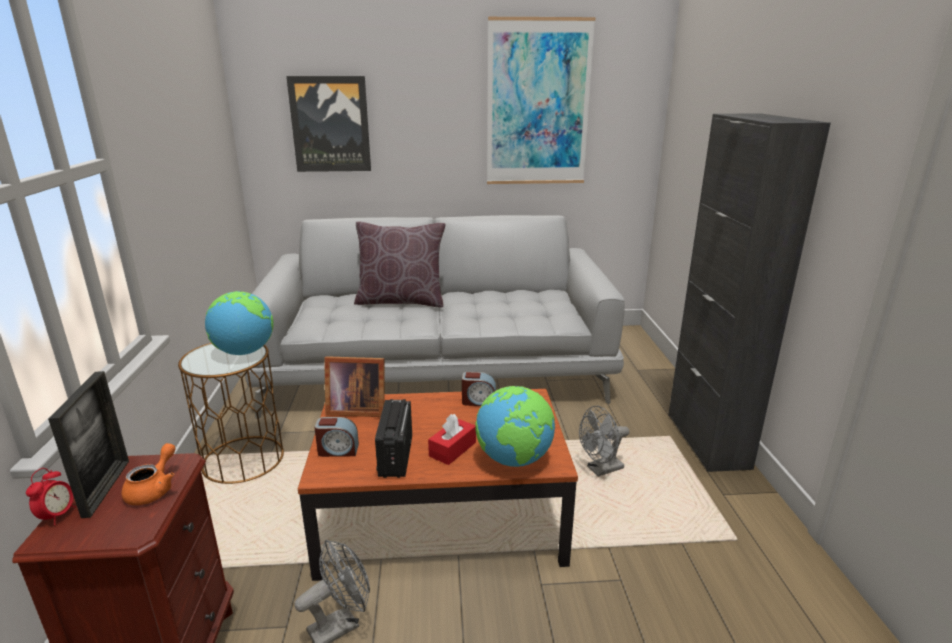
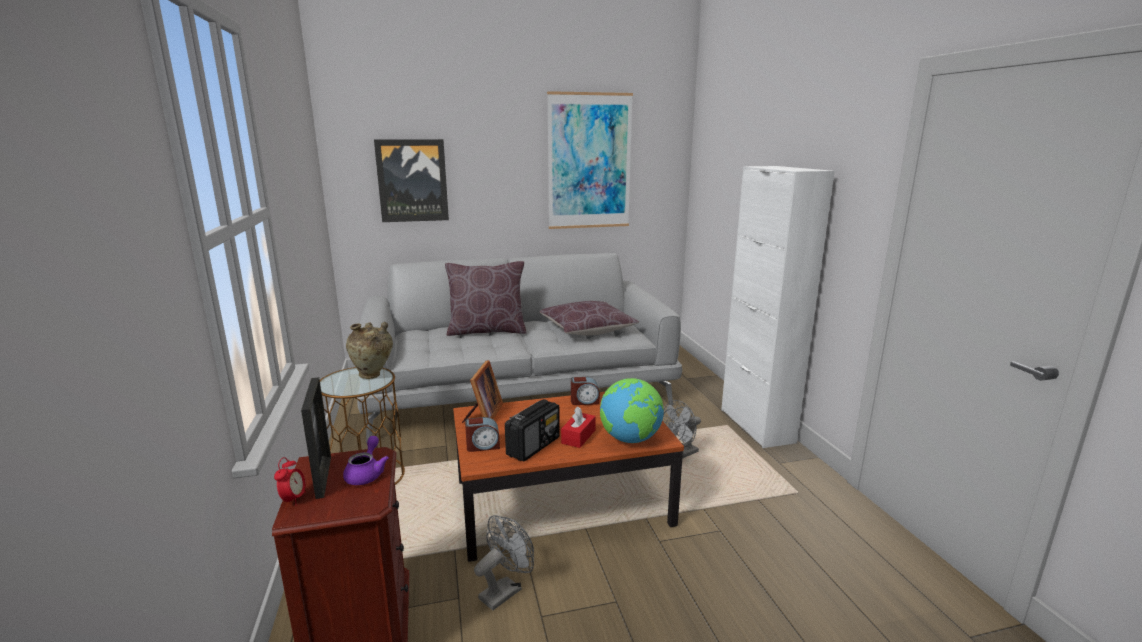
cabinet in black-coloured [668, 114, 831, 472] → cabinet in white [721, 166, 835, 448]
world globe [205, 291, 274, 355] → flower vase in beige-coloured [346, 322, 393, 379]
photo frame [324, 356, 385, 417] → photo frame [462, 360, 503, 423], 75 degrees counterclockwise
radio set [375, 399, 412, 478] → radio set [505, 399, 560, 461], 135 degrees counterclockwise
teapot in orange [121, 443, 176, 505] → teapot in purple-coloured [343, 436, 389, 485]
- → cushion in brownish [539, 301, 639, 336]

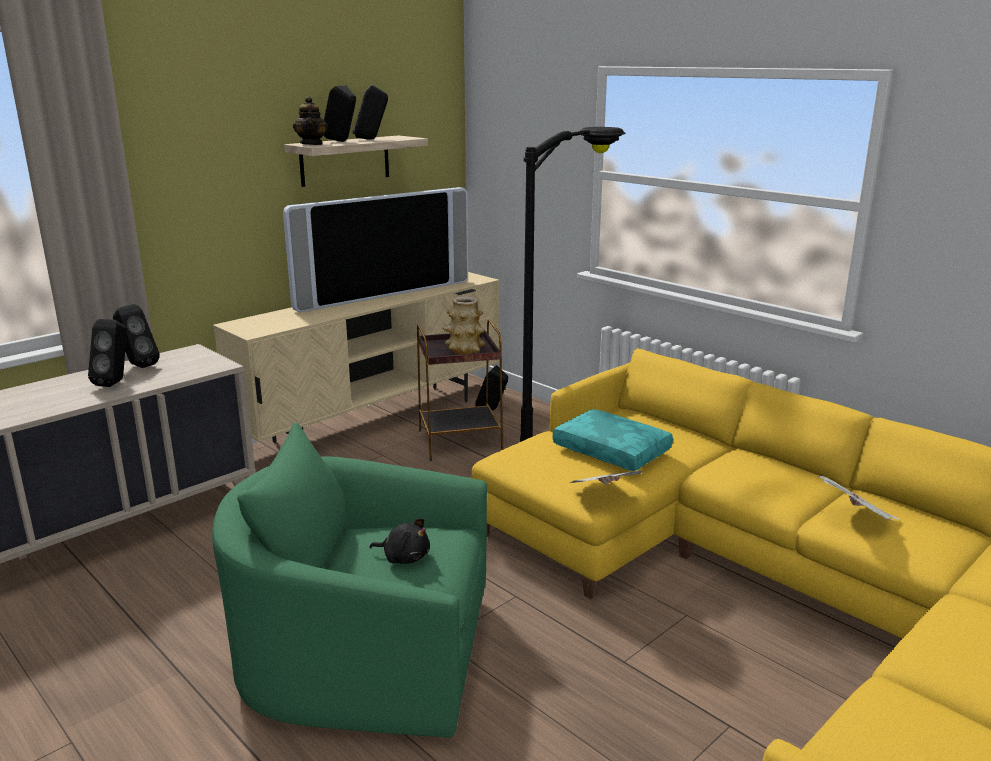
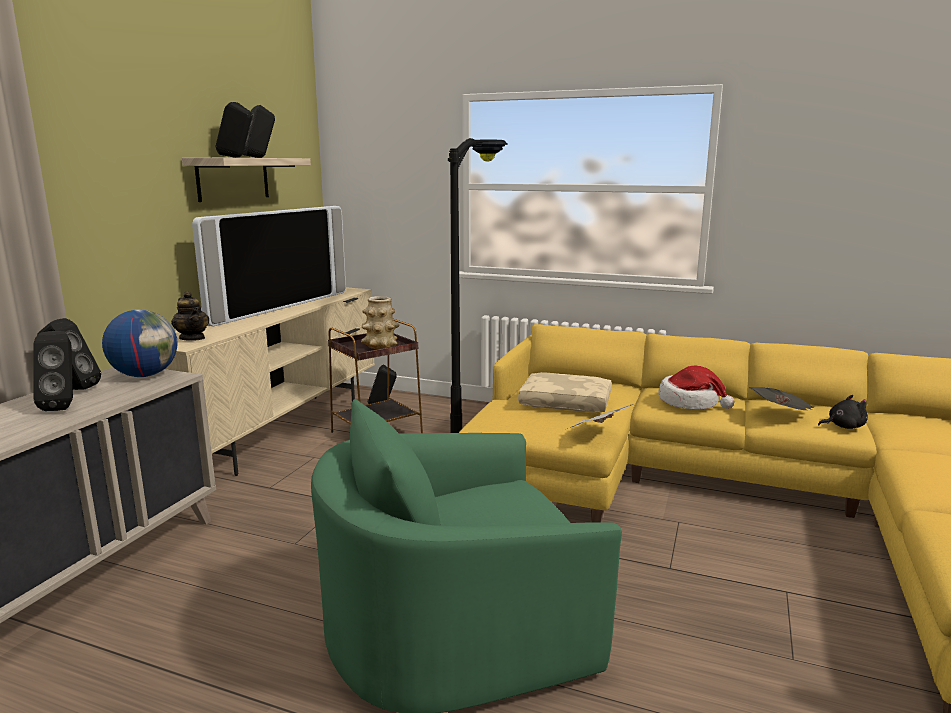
teapot [293, 96, 328, 145] → teapot [171, 291, 209, 341], moved
cushion in turquoise [553, 409, 673, 471] → cushion in beige-coloured [518, 372, 612, 412]
plush toy in black-coloured [369, 518, 430, 564] → plush toy in black-coloured [818, 395, 868, 429], moved
- → world globe [102, 310, 178, 377]
- → clothing hat [658, 366, 735, 409]

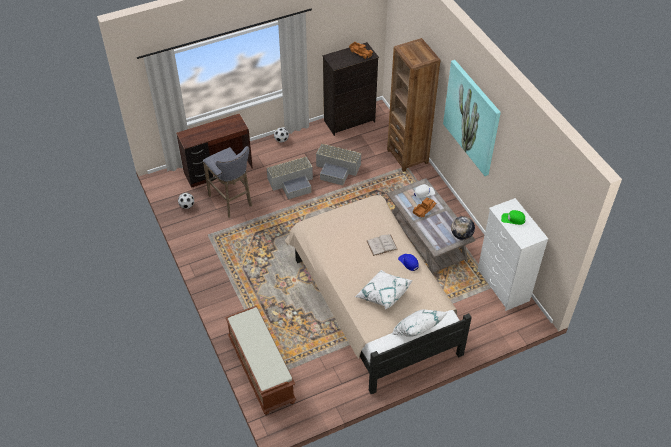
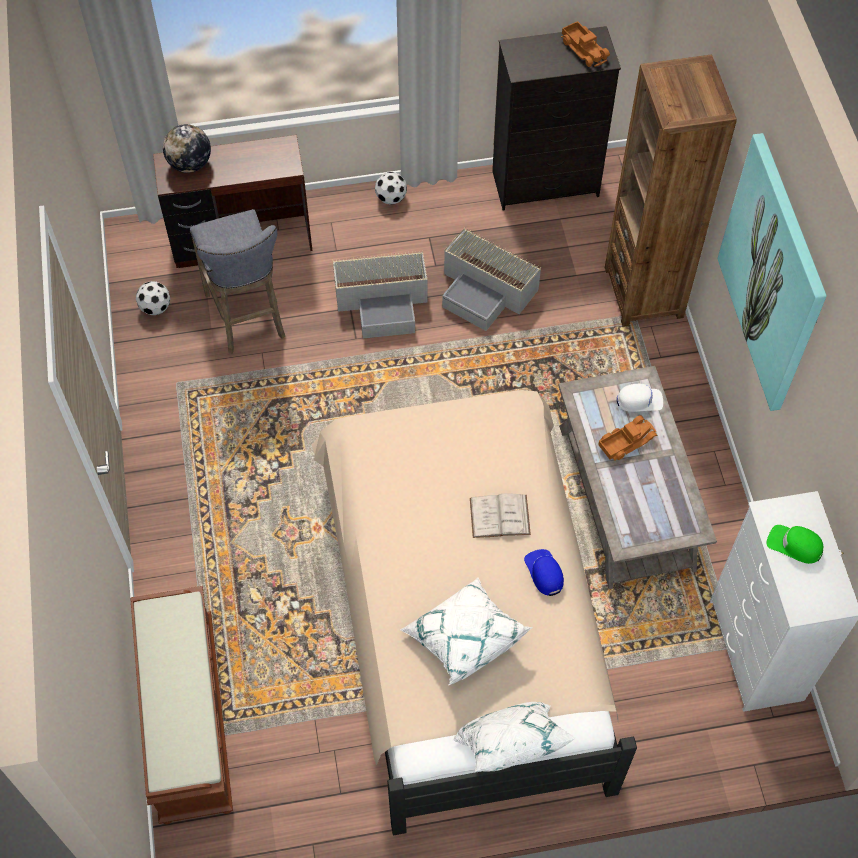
world globe [451, 216, 475, 240] → world globe [163, 124, 211, 173], moved

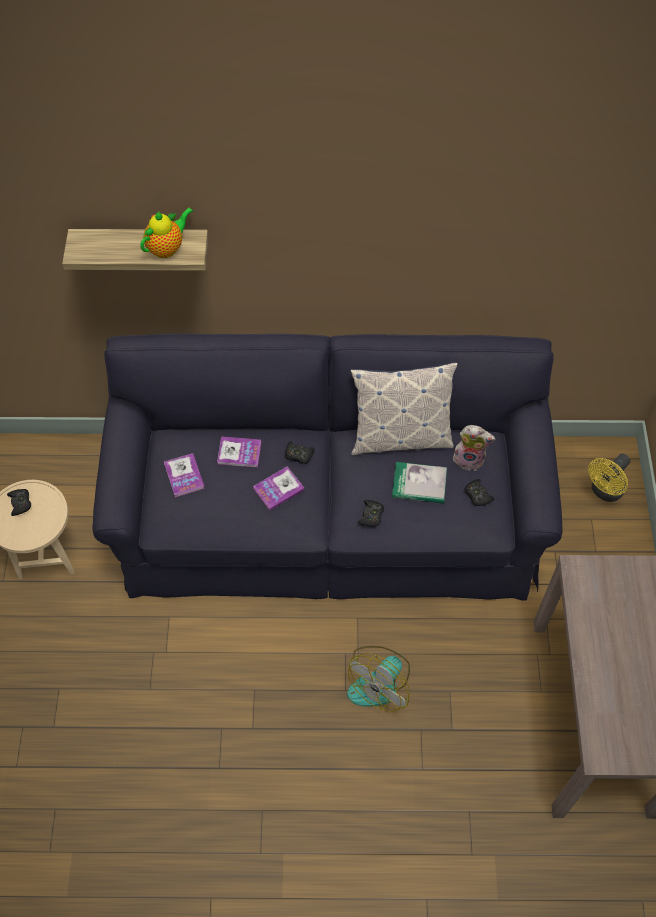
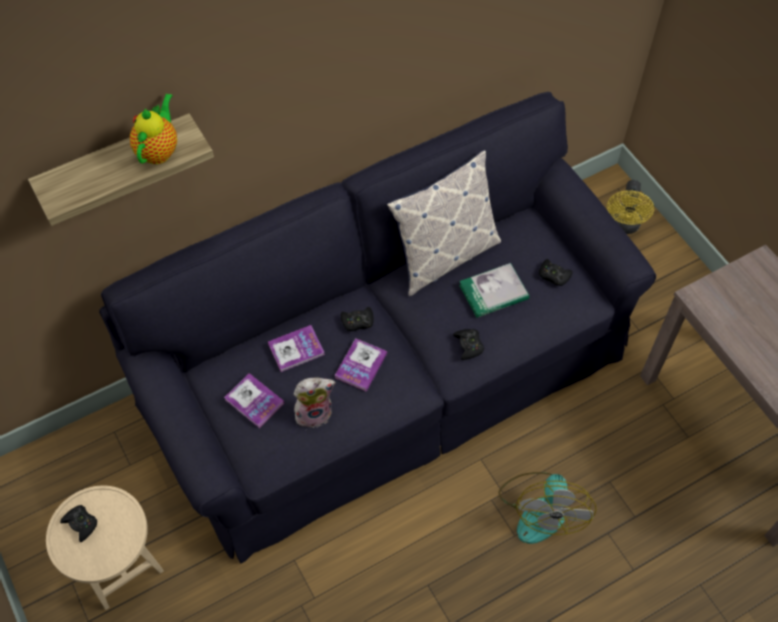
plush toy [453, 425, 495, 470] → plush toy [294, 378, 336, 428], moved

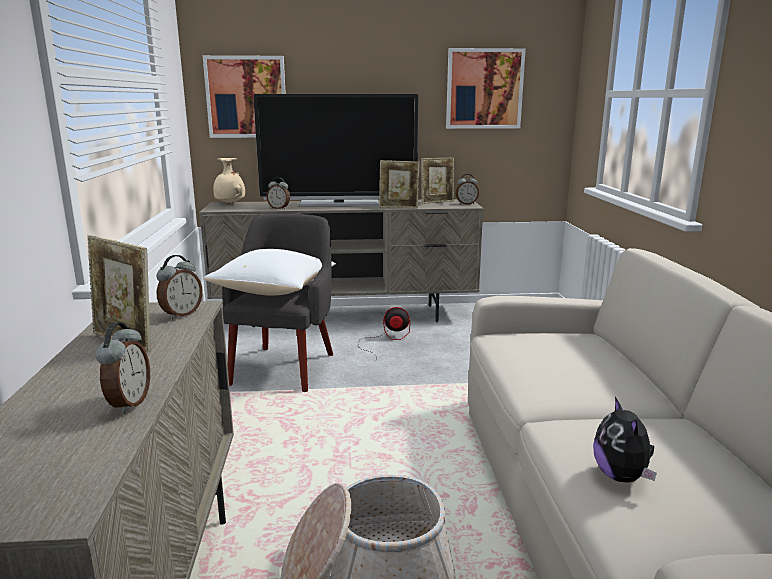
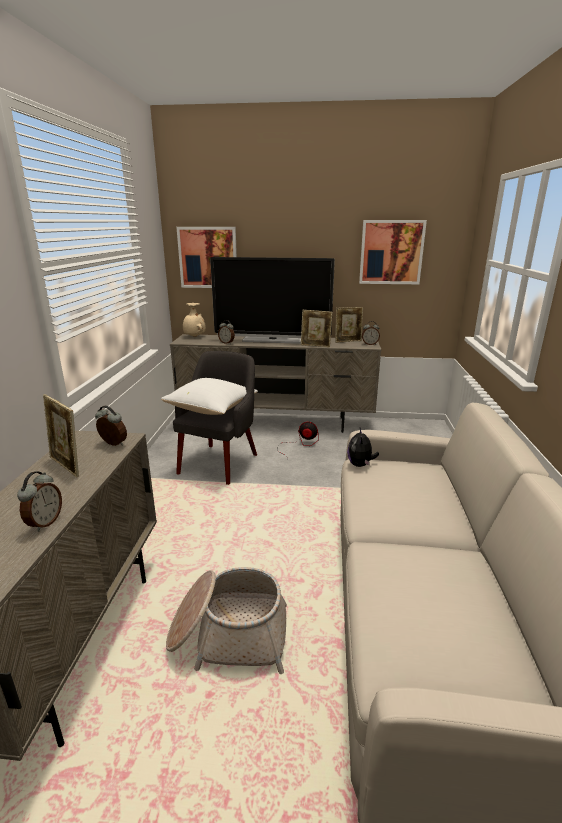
bedside clock [157, 255, 203, 319] → bedside clock [95, 406, 127, 446], 105 degrees counterclockwise
plush toy [593, 397, 657, 483] → plush toy [347, 428, 379, 467], moved

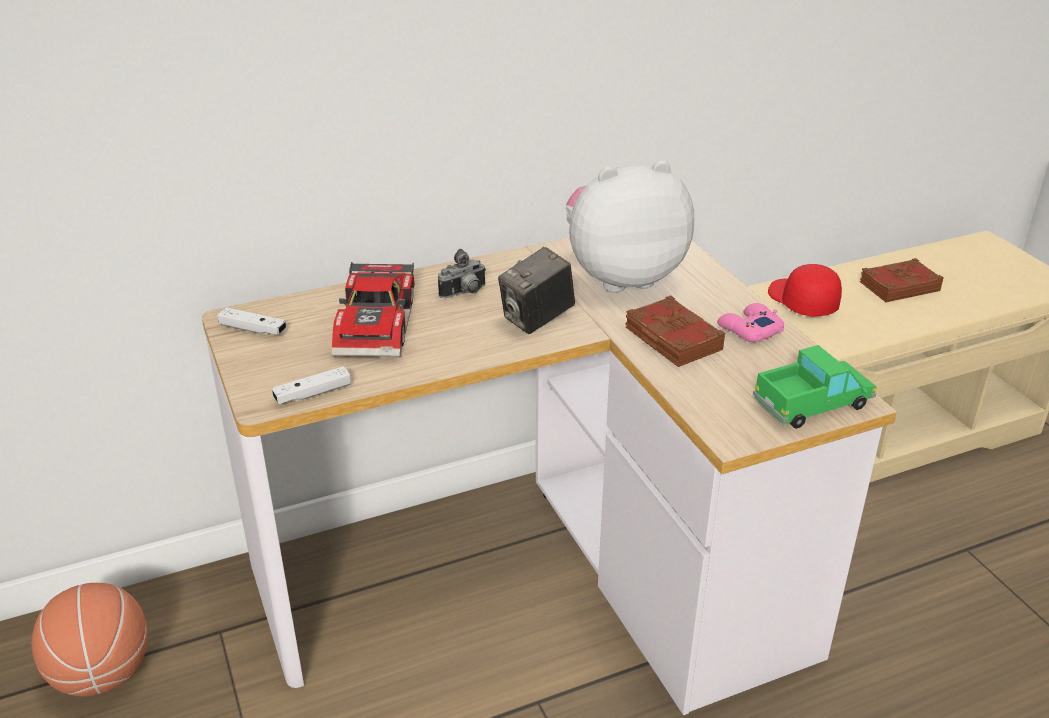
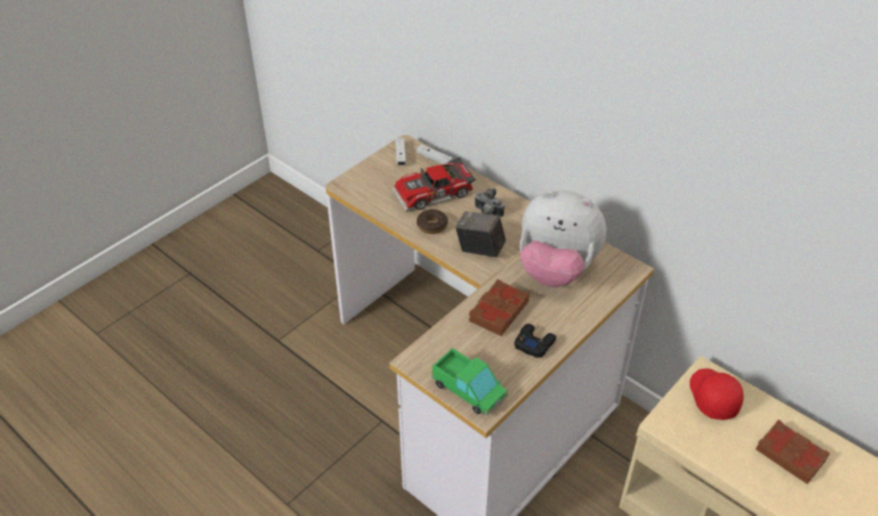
plush toy [566, 160, 694, 293] → plush toy [520, 190, 606, 287], 150 degrees clockwise
baseball cap in red-coloured [768, 264, 842, 317] → baseball cap in red-coloured [690, 368, 744, 420], 45 degrees counterclockwise
joypad in pink [717, 303, 784, 342] → joypad in black-coloured [514, 324, 556, 358]
joypad in white [272, 366, 351, 404] → joypad in white [416, 144, 453, 165], moved
basketball ball [32, 583, 148, 696] → -
- → donut [417, 209, 448, 234]

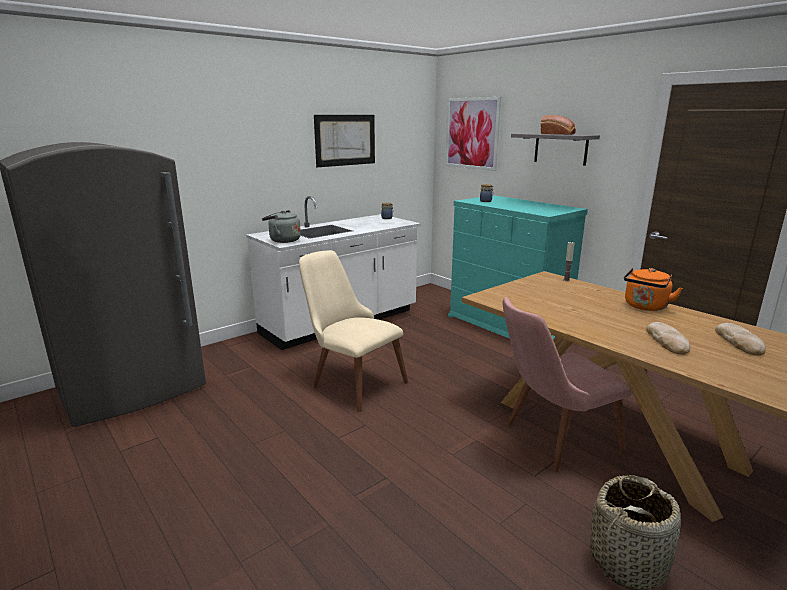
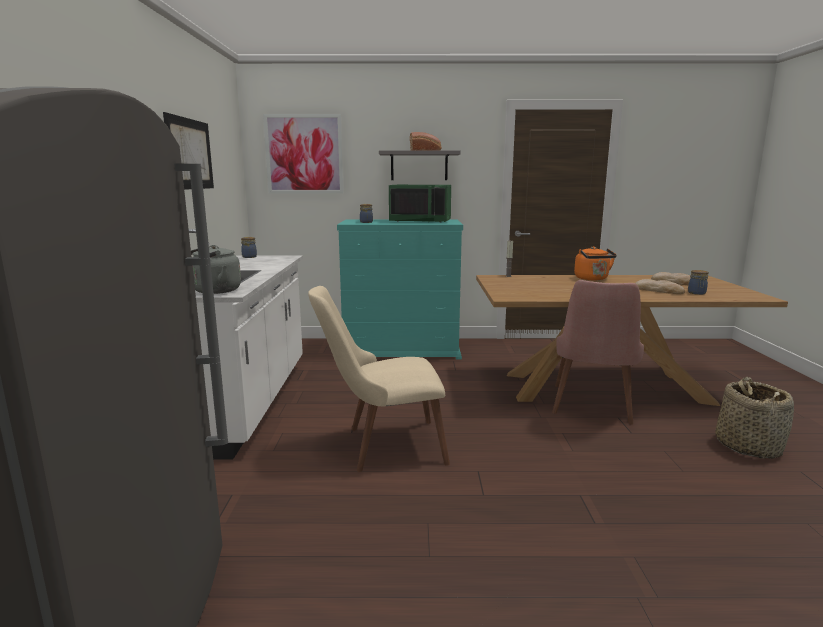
- → microwave in green [389, 185, 451, 223]
- → storage jar [688, 270, 709, 295]

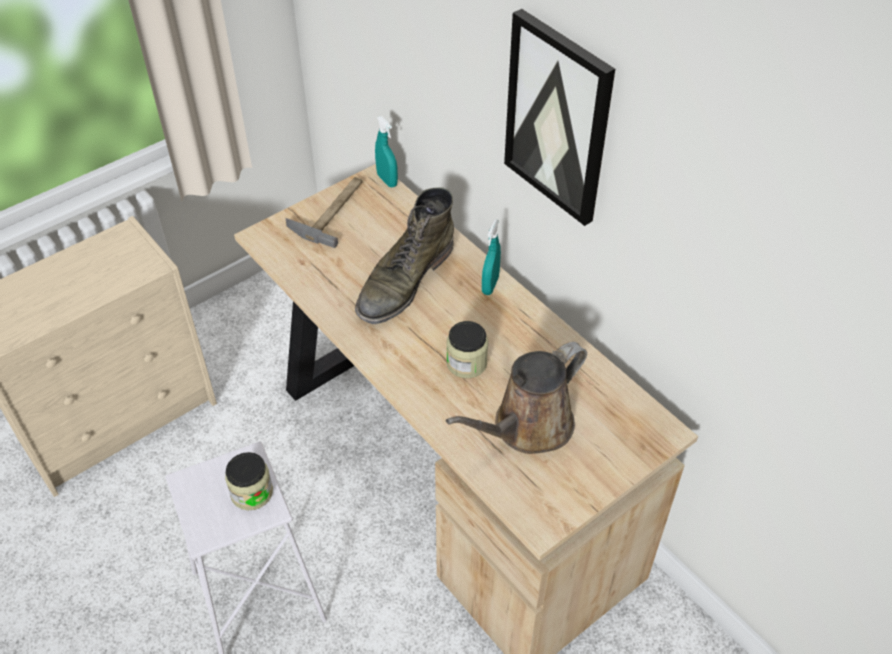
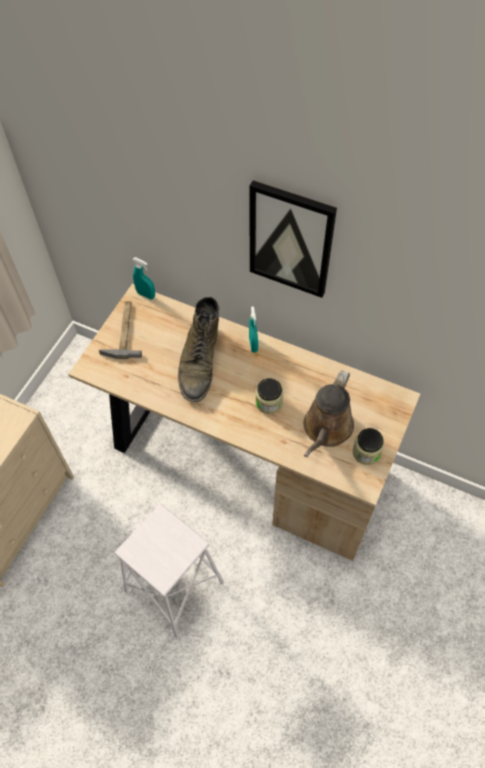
storage jar [225, 452, 273, 510] → storage jar [353, 428, 384, 465], moved

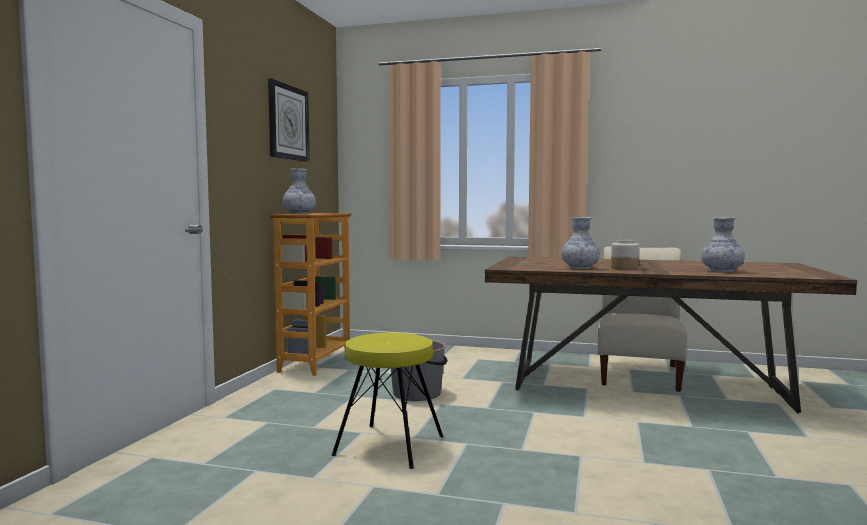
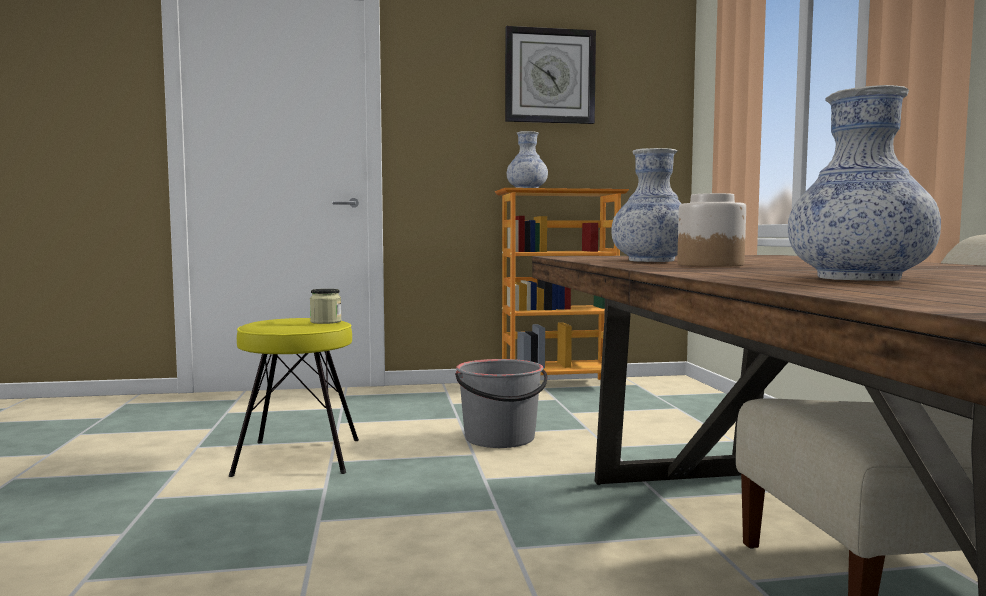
- → storage jar [310, 289, 342, 324]

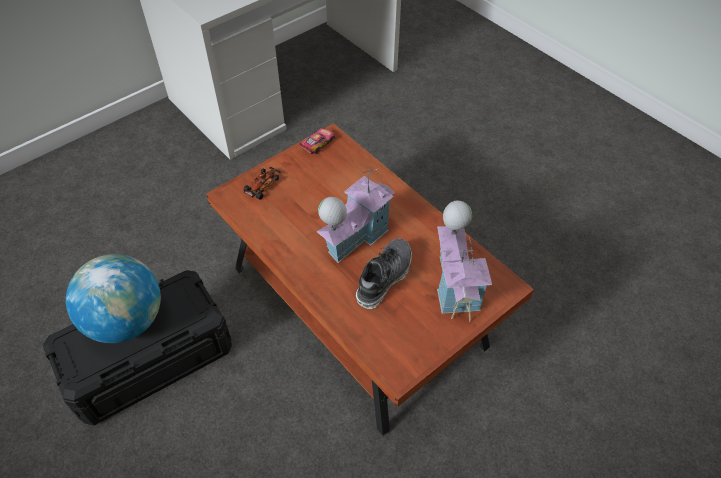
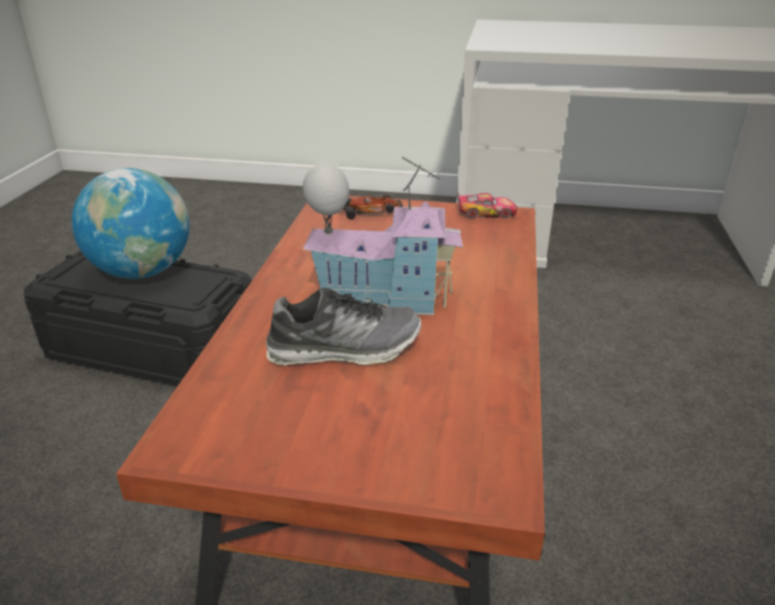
miniature house [437, 200, 492, 322] → -

